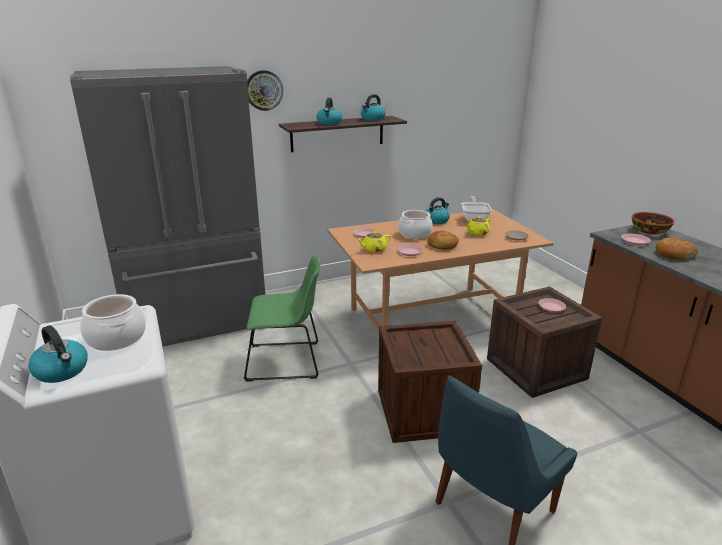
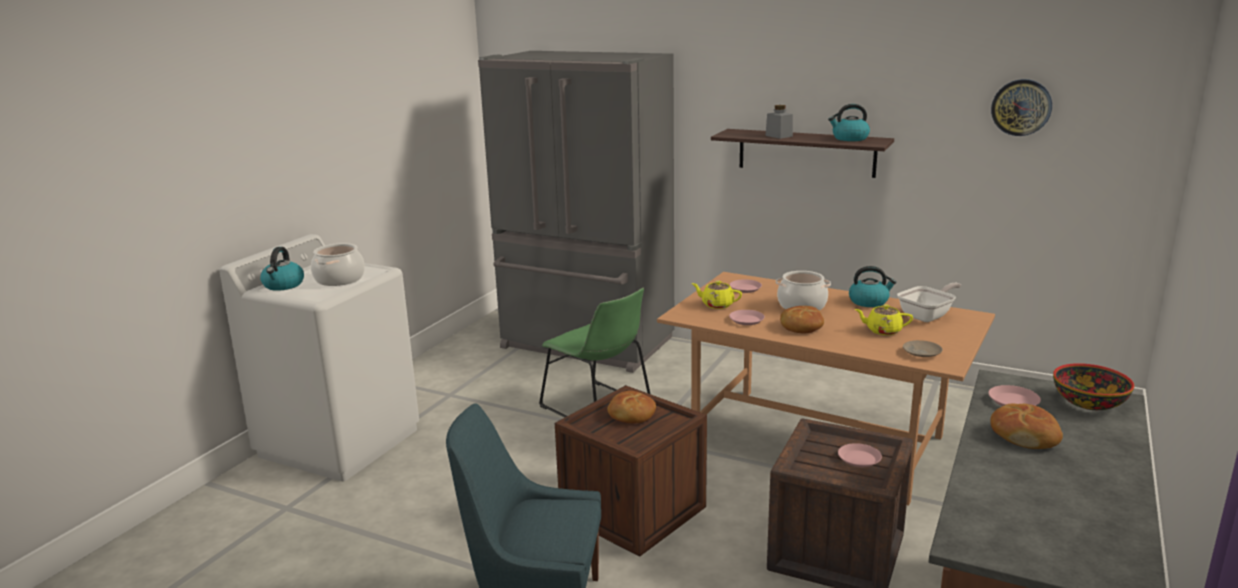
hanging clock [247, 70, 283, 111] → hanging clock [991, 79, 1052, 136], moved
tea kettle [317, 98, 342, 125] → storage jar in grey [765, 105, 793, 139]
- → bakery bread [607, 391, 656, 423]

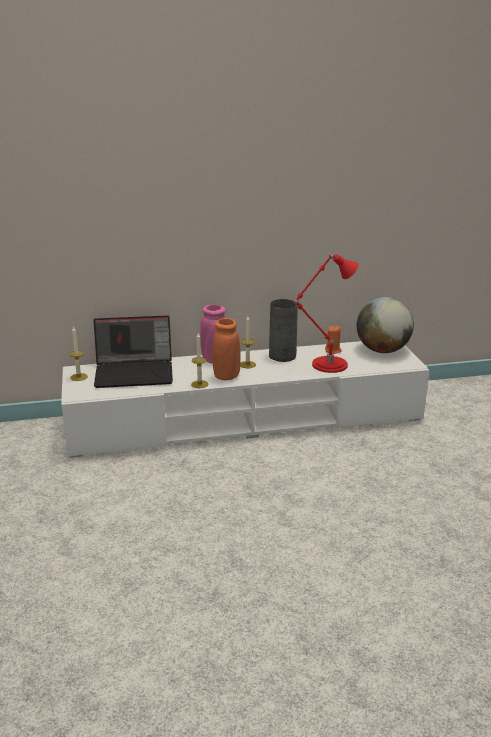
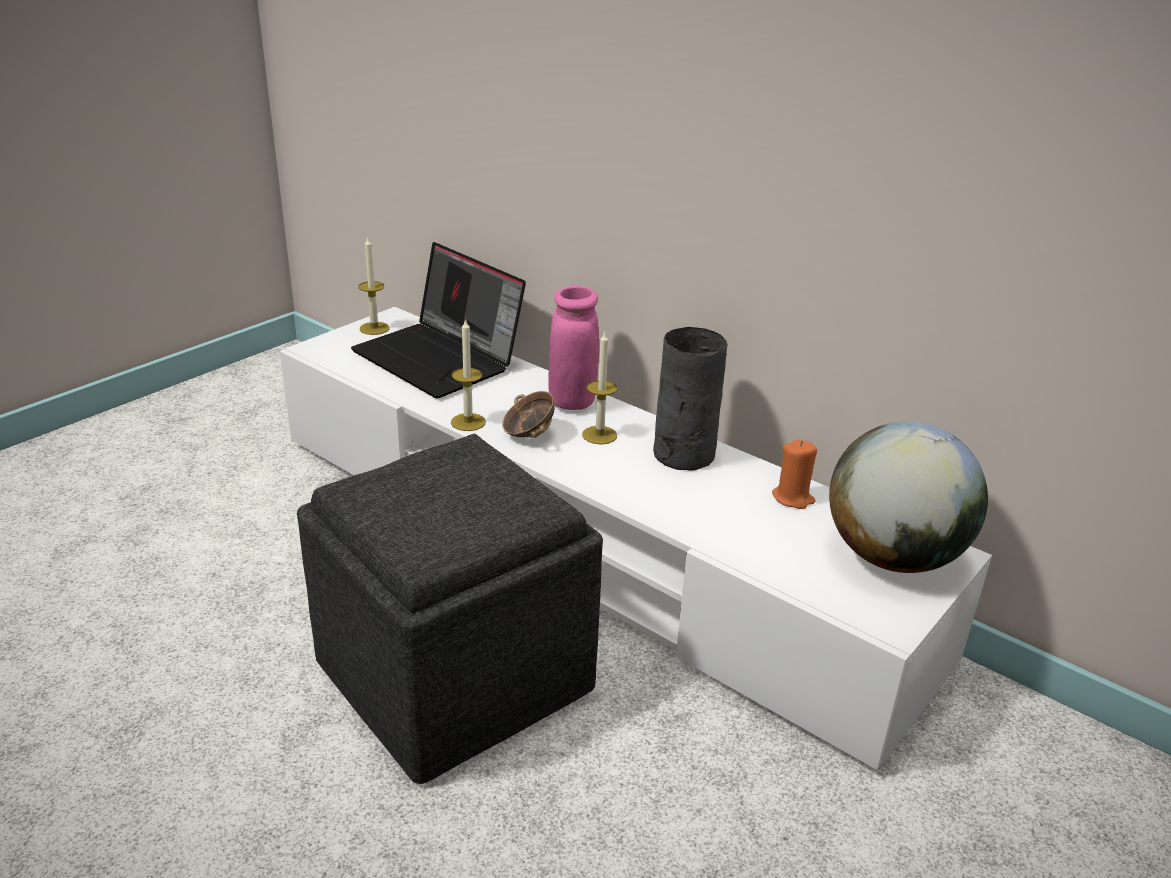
lamp for a table in red-coloured [293, 254, 359, 373] → -
flower vase in orange [212, 318, 241, 380] → serving bowl [502, 391, 555, 438]
- → ottoman in grey [297, 434, 603, 784]

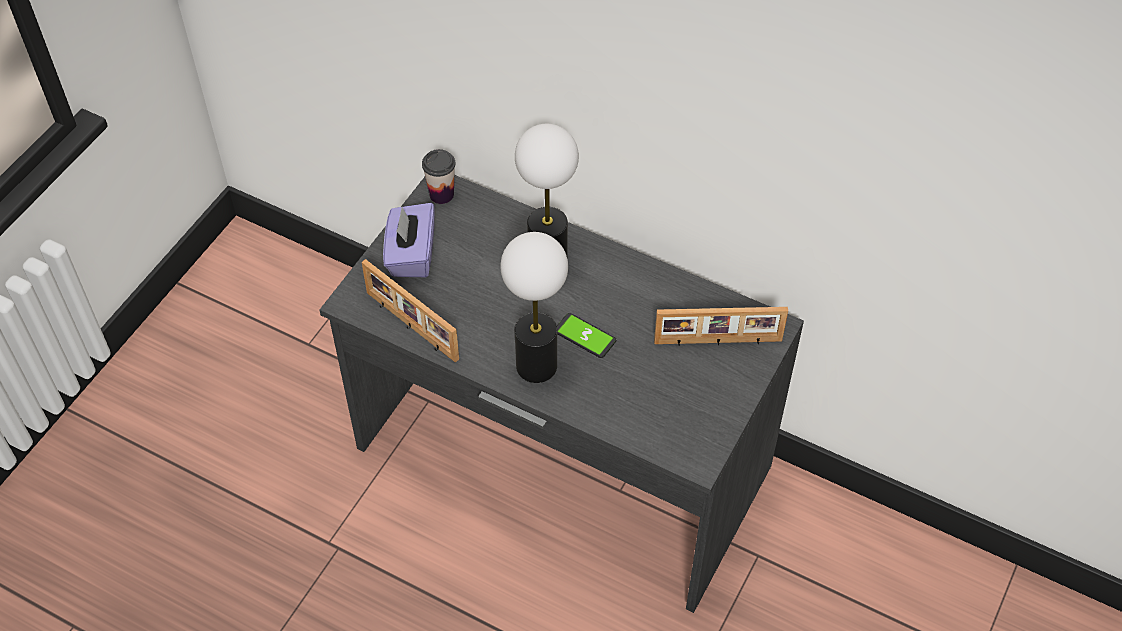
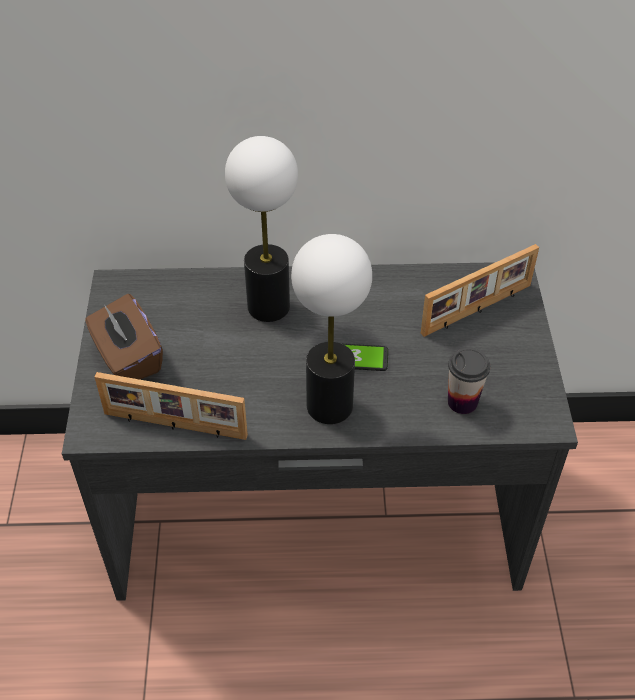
drinking cup [422, 149, 456, 204] → drinking cup [448, 348, 490, 414], moved
tissue box in purple-coloured [383, 203, 435, 277] → tissue box in brownish [85, 294, 163, 380]

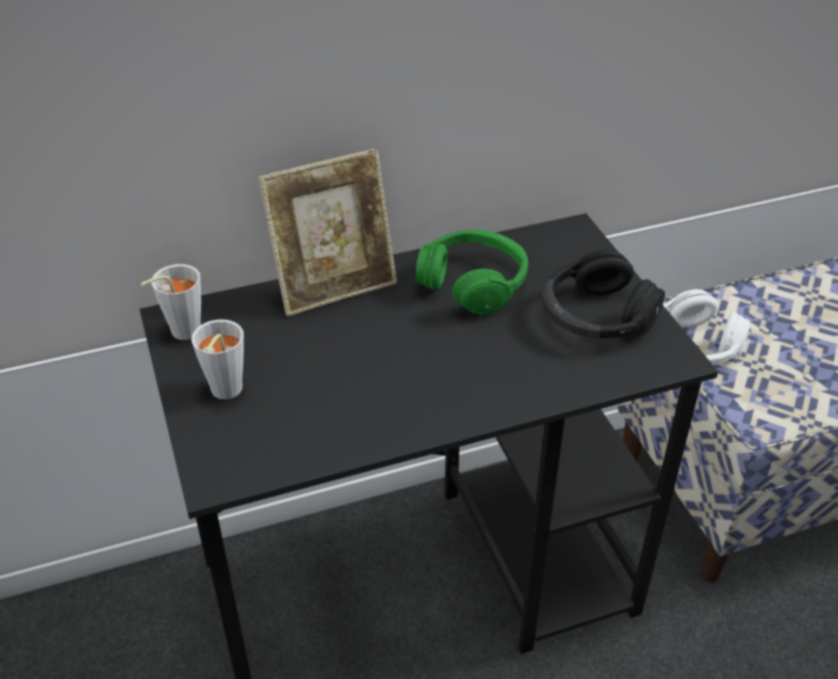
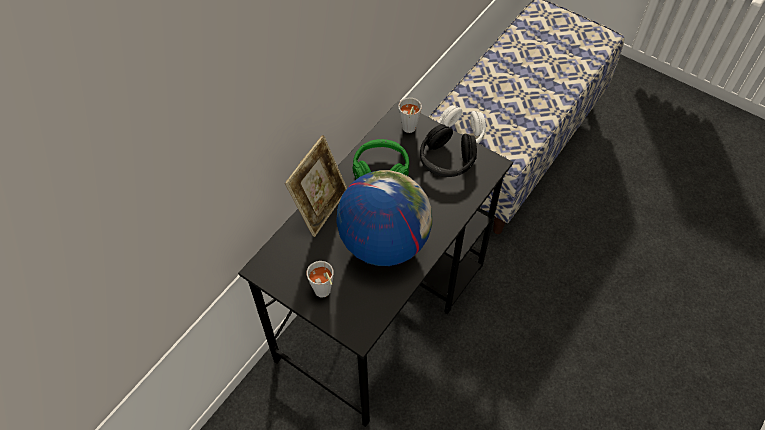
drinking cup in grey [141, 264, 201, 340] → drinking cup in grey [398, 97, 422, 133], moved
- → world globe [337, 170, 432, 266]

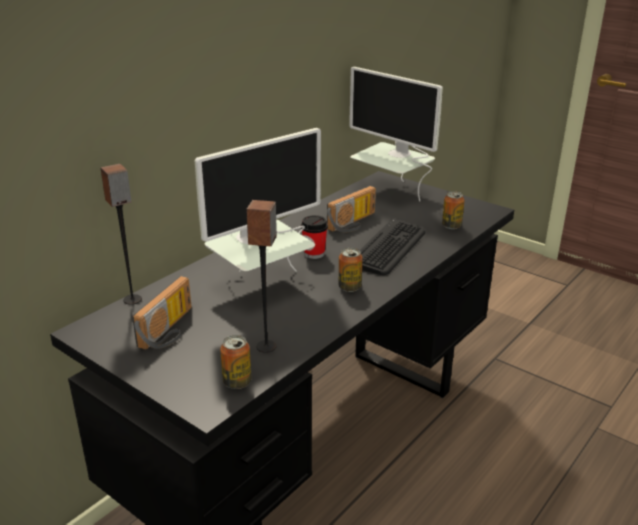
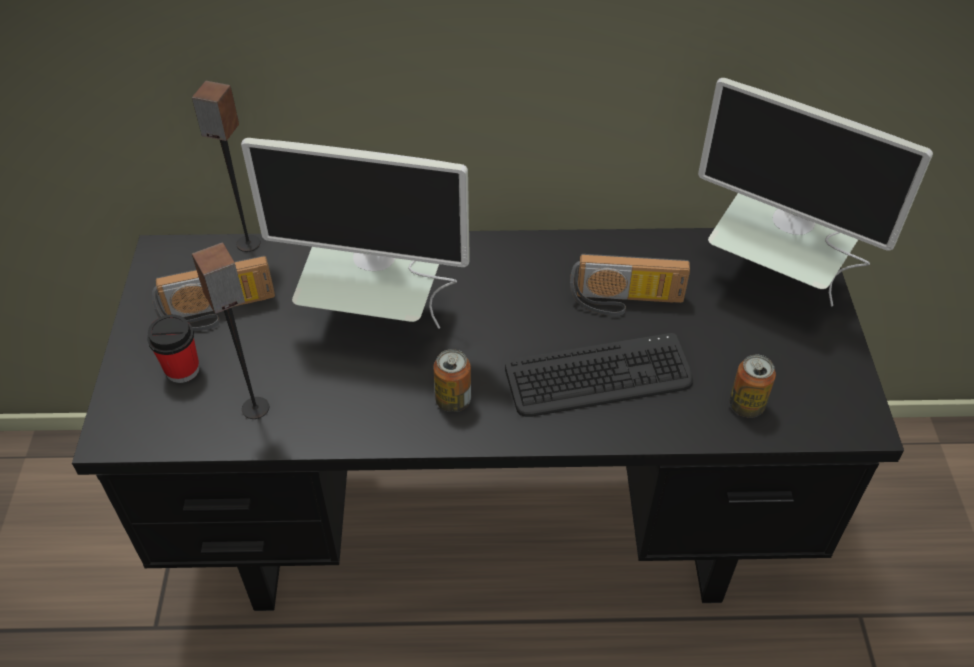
computer screen [349, 67, 443, 202] → computer screen [698, 78, 933, 306], 60 degrees counterclockwise
drinking cup [301, 215, 328, 259] → drinking cup [147, 315, 200, 383], moved
can [220, 335, 252, 389] → -

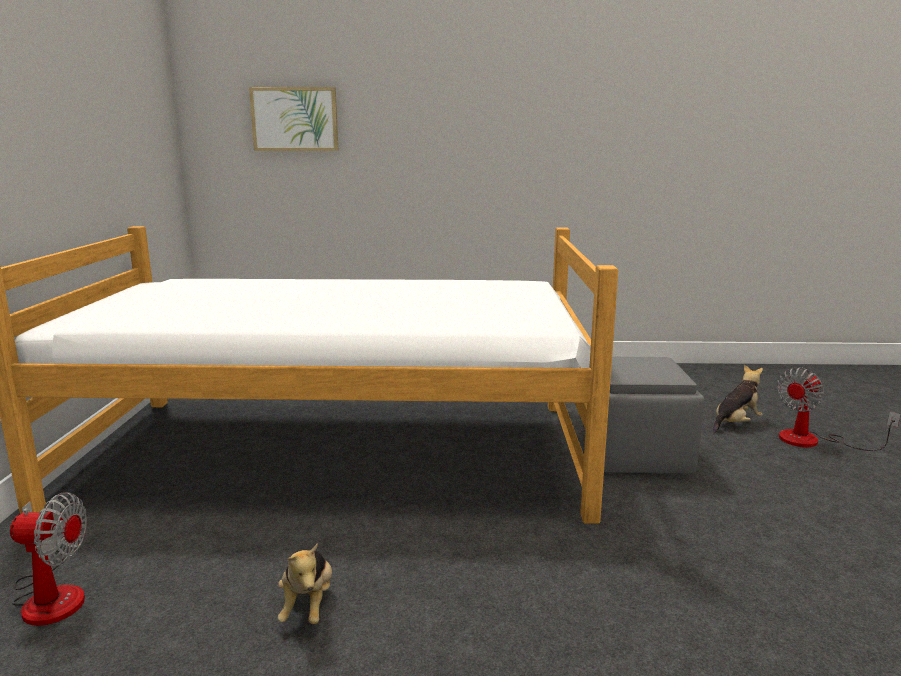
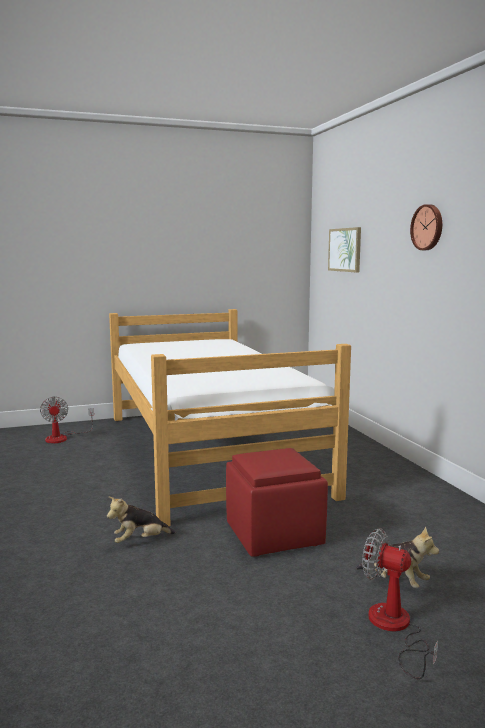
ottoman in grey [583, 357, 705, 475] → ottoman in red-coloured [226, 448, 328, 557]
plush toy [278, 543, 332, 624] → plush toy [107, 497, 176, 543], moved
- → hanging clock [410, 204, 442, 250]

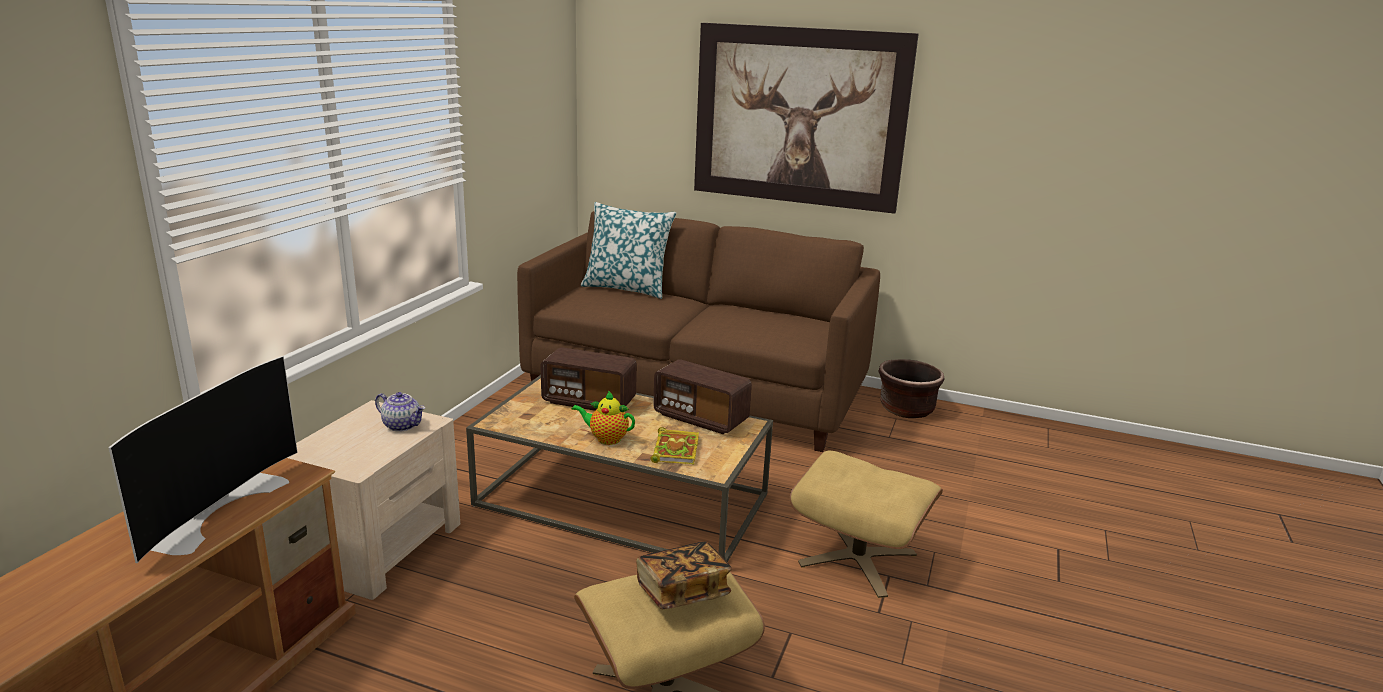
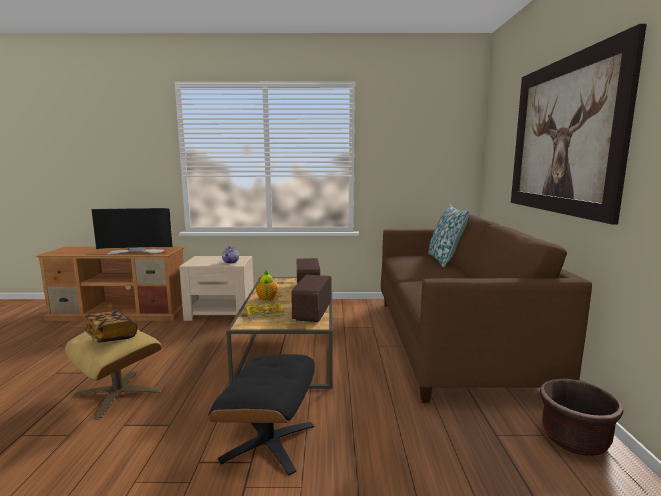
ottoman in beige-coloured [790, 451, 943, 598] → ottoman in black-coloured [208, 354, 315, 475]

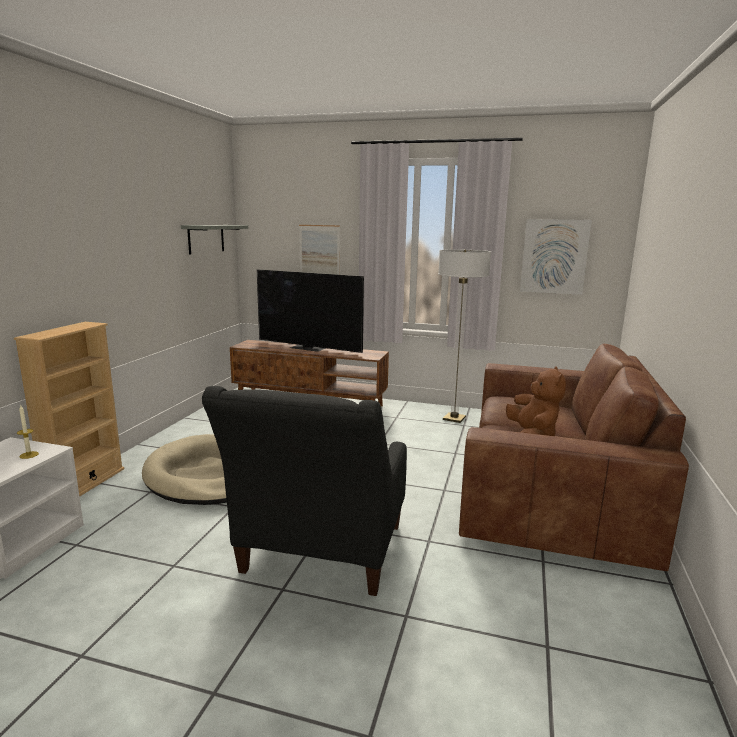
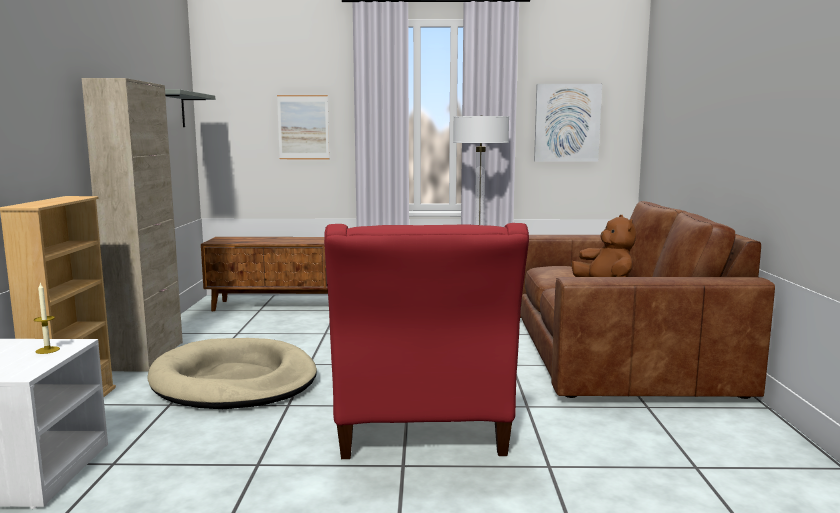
television [257, 269, 364, 353] → -
easy chair in black-coloured [202, 386, 407, 596] → easy chair in red-coloured [324, 223, 529, 459]
- → cabinet in beige-coloured [82, 78, 183, 371]

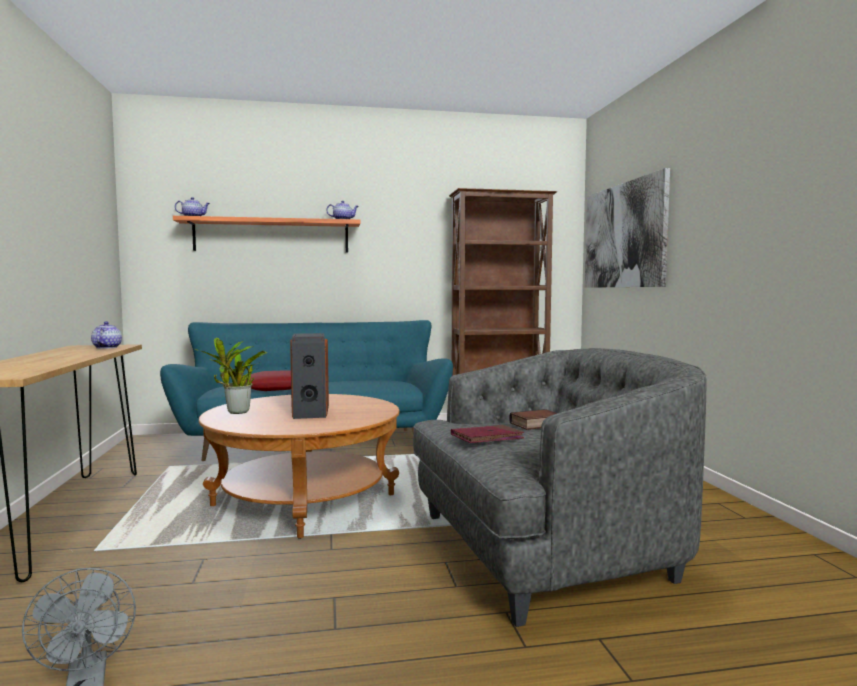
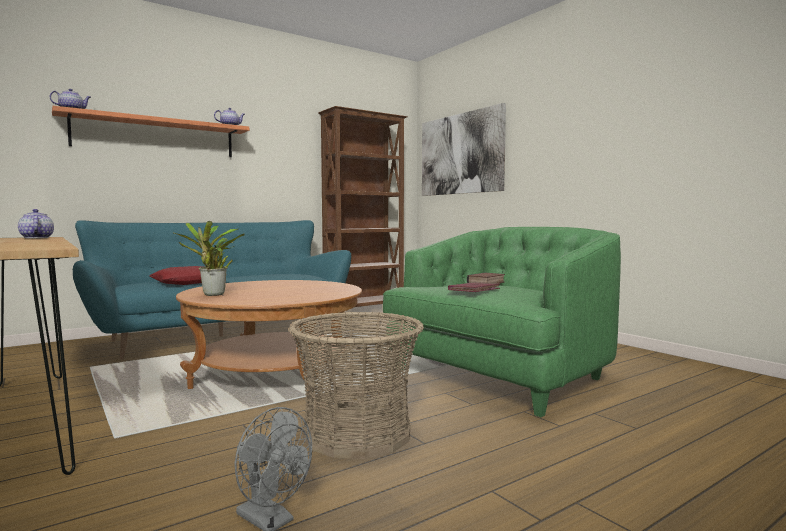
speaker [290, 333, 329, 419] → -
easy chair in grey [413, 348, 706, 627] → easy chair in green [383, 227, 621, 417]
- → basket [289, 312, 424, 459]

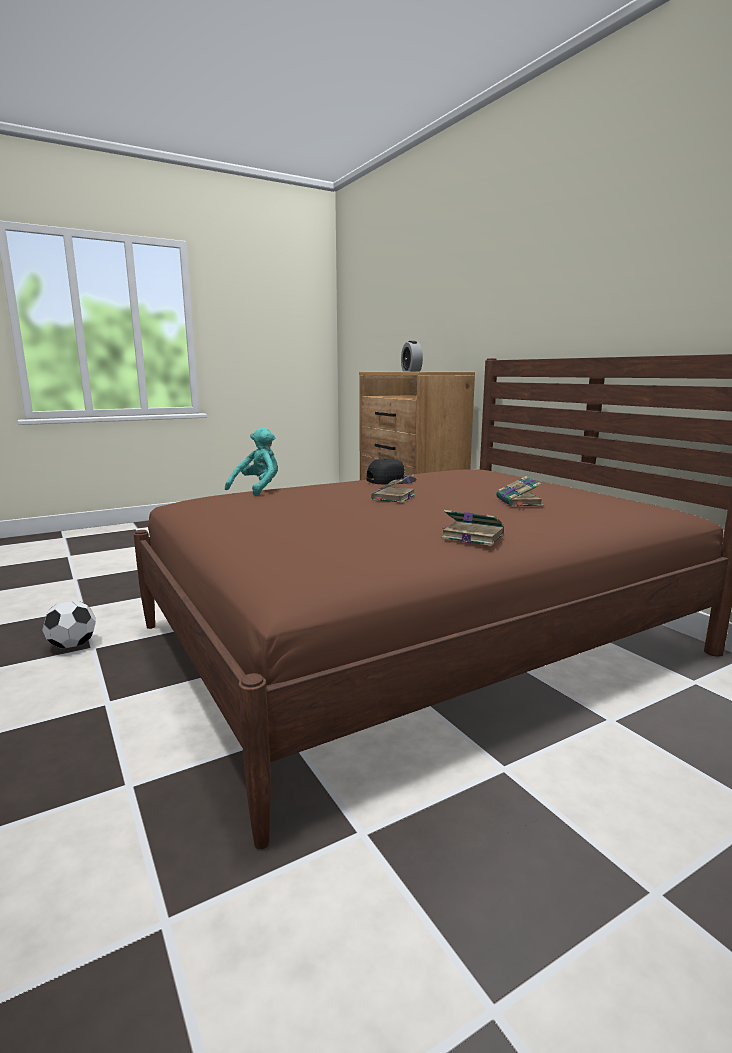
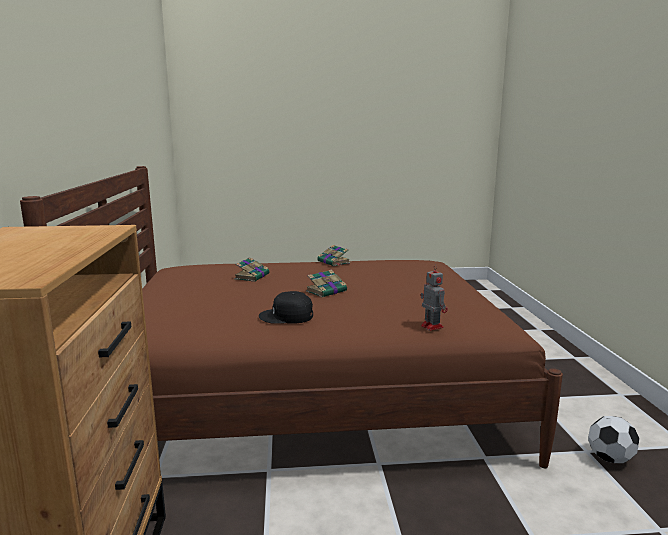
bedside clock [401, 341, 423, 372] → -
plush toy in turquoise [225, 427, 278, 496] → model robot [421, 265, 448, 331]

